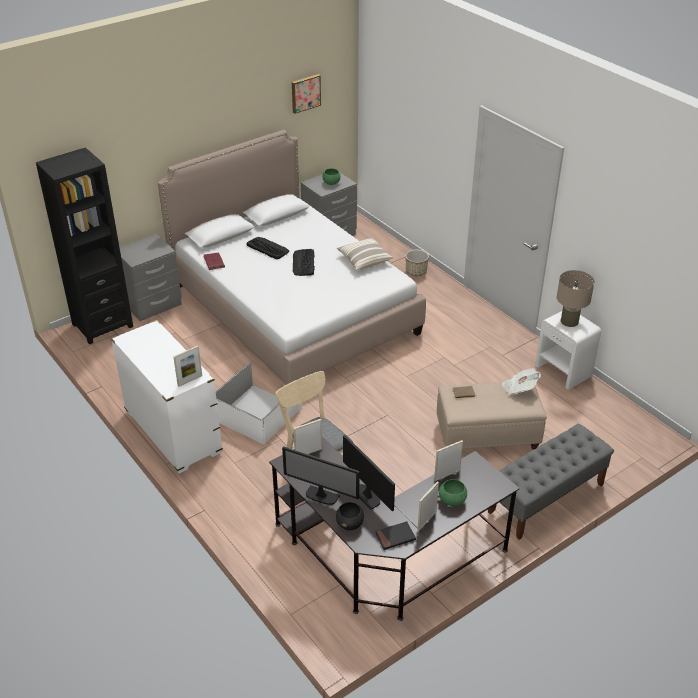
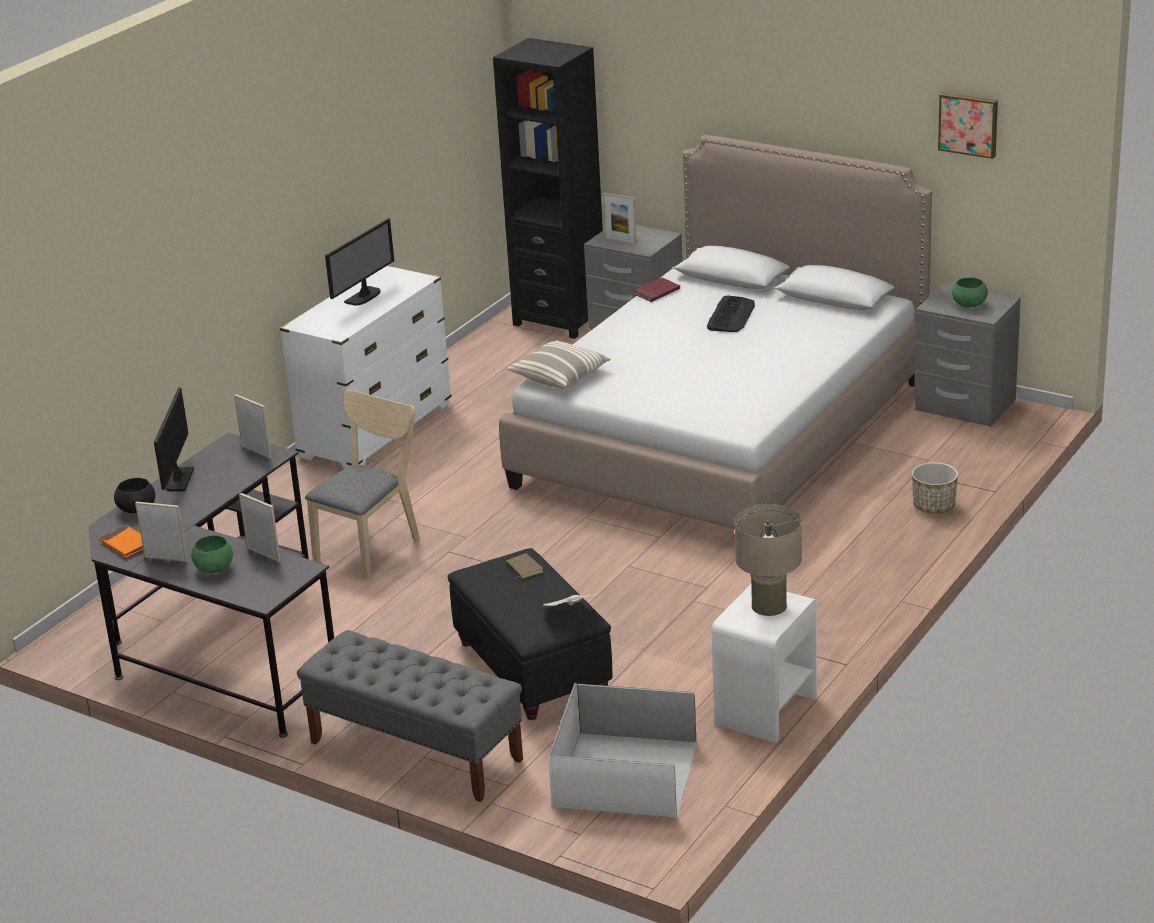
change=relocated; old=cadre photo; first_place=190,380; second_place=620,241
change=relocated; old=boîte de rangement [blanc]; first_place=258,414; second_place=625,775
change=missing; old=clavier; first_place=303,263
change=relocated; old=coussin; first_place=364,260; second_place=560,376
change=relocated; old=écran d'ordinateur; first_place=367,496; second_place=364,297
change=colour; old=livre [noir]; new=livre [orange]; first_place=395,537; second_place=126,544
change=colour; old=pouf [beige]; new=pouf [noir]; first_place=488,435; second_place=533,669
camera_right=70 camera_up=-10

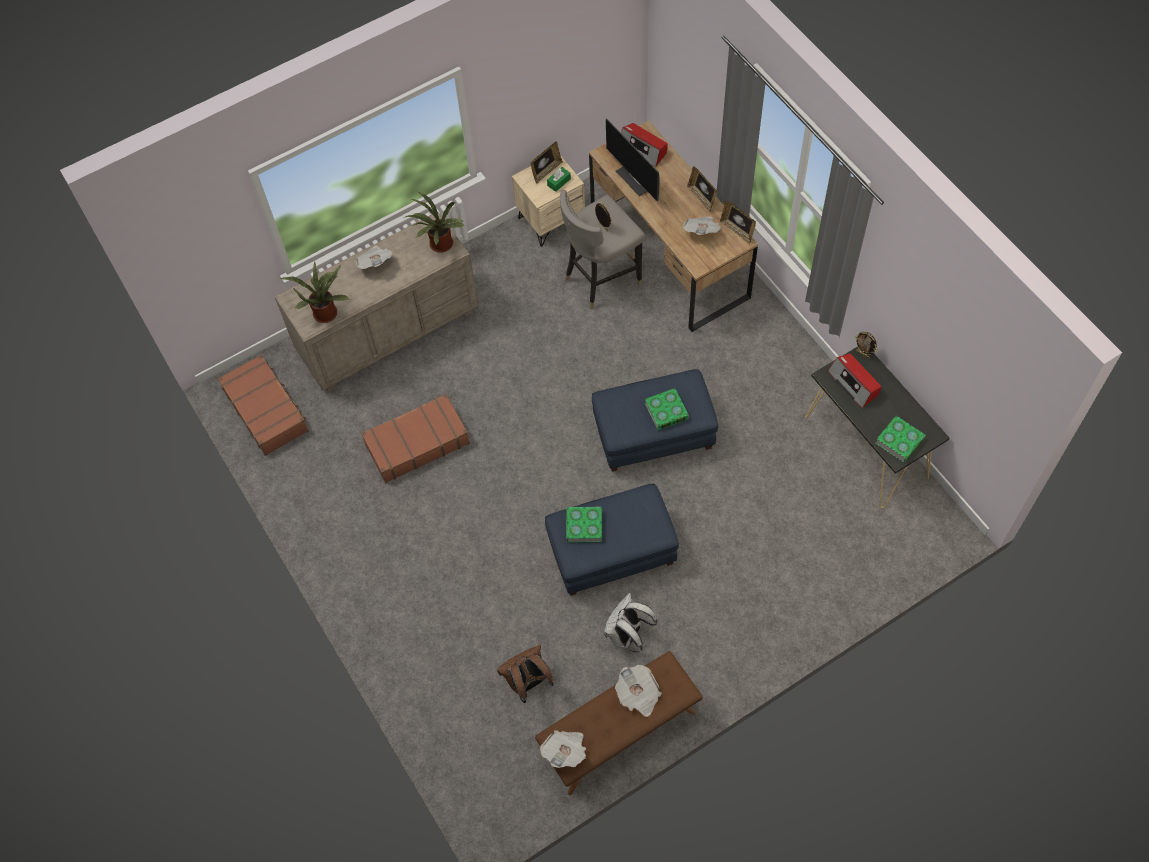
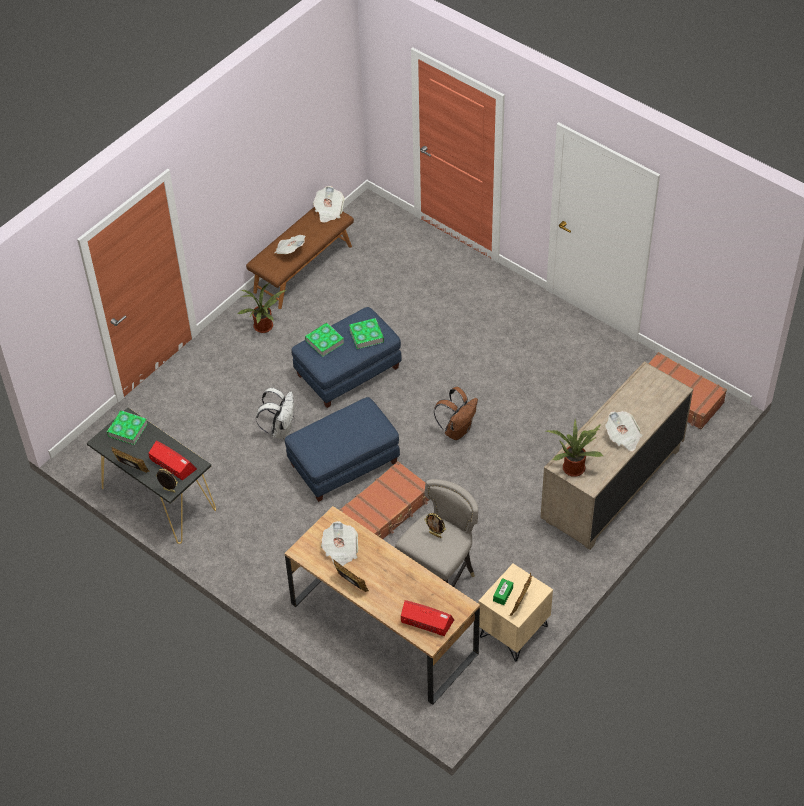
change=relocated; old=plante en pot; first_place=326,311; second_place=263,328
change=relocated; old=valise [marron]; first_place=417,443; second_place=386,511
change=relocated; old=sac à dos [marron]; first_place=528,683; second_place=457,430
change=relocated; old=sac à dos [blanc]; first_place=627,635; second_place=280,429
change=missing; old=écran d'ordinateur; first_place=638,179
change=relocated; old=livre; first_place=666,411; second_place=324,341
change=relocated; old=cadre photo; first_place=737,230; second_place=131,468
camera_right=160 camera_up=-10

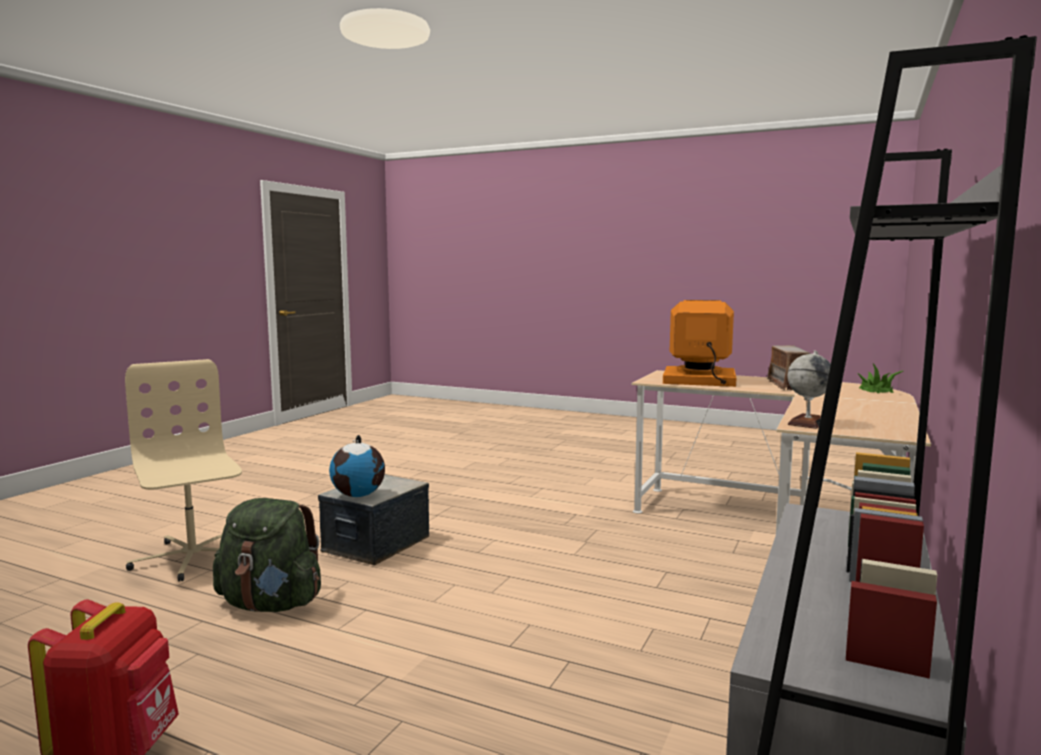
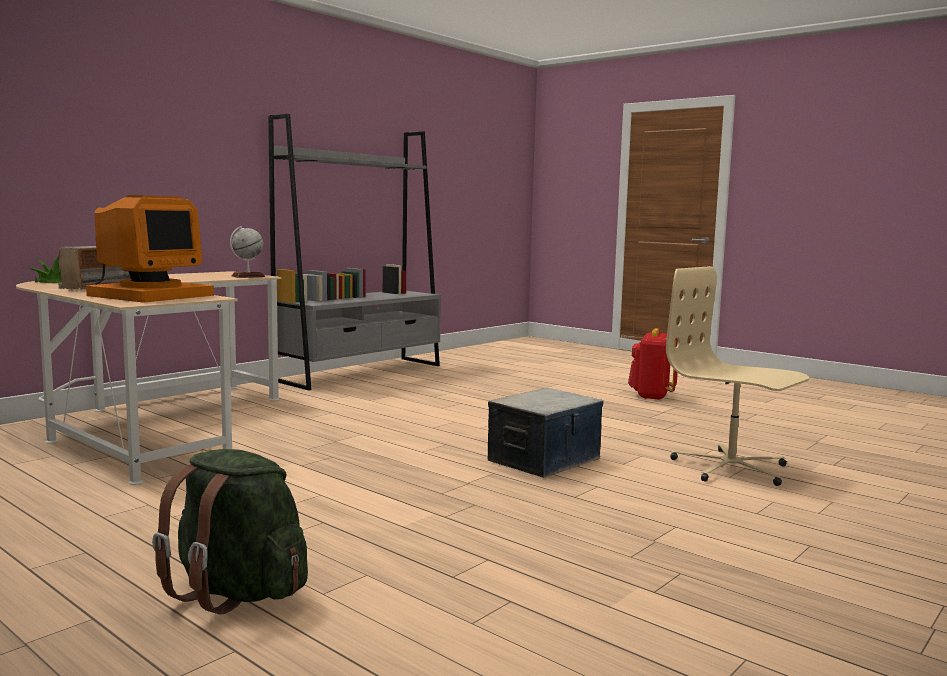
change=spun; old=chaise de bureau [beige]; first_place=191,558; second_place=731,468; degrees=150
change=relocated; old=sac à dos [vert]; first_place=271,604; second_place=237,592
change=missing; old=globe; first_place=359,495
change=spun; old=écran d'ordinateur; first_place=698,380; second_place=150,295; degrees=-90
camera_right=-165 camera_up=0

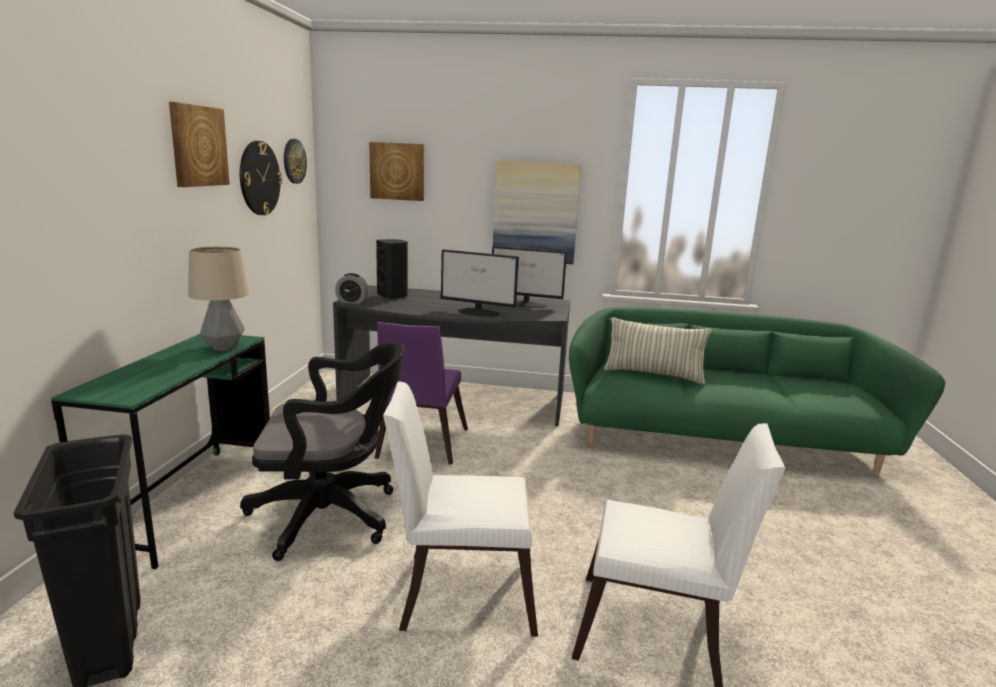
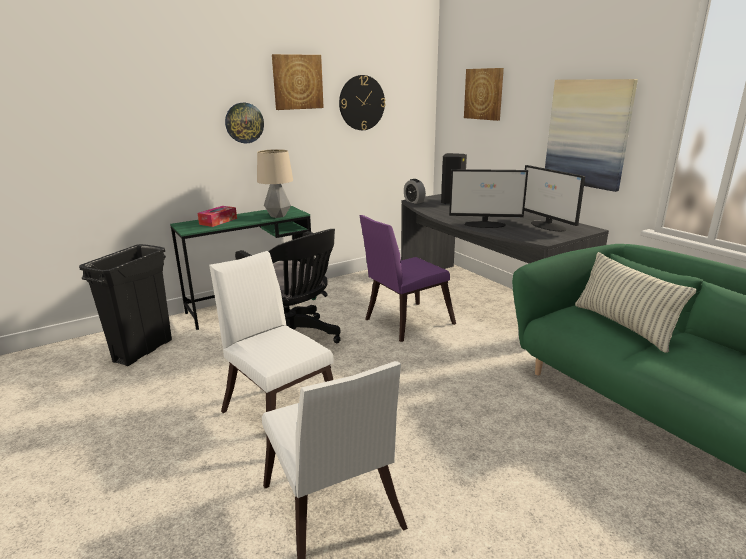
change=relocated; old=horloge murale; first_place=294,161; second_place=244,123
change=spun; old=écran d'ordinateur; first_place=478,312; second_place=485,224; degrees=-60
change=appeared; new=boîte à mouchoirs; second_place=218,221
camera_right=50 camera_up=5

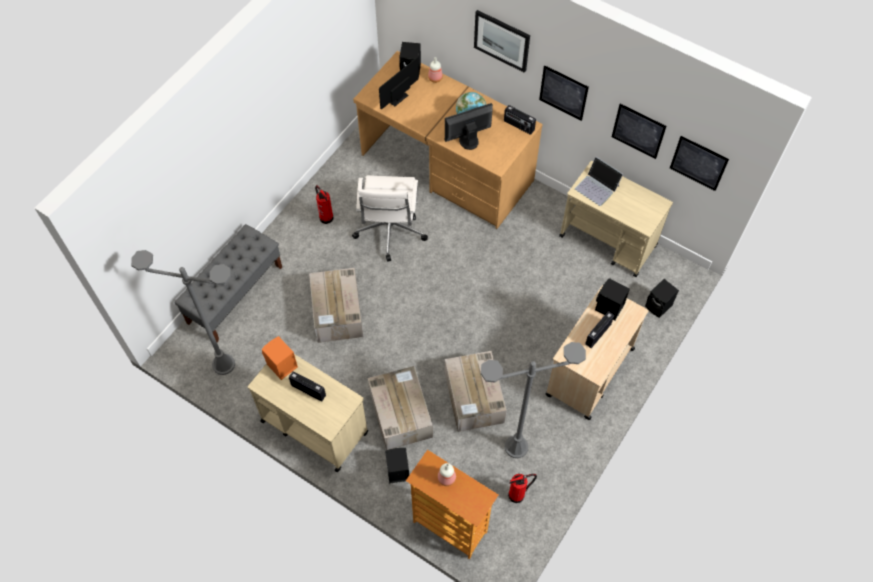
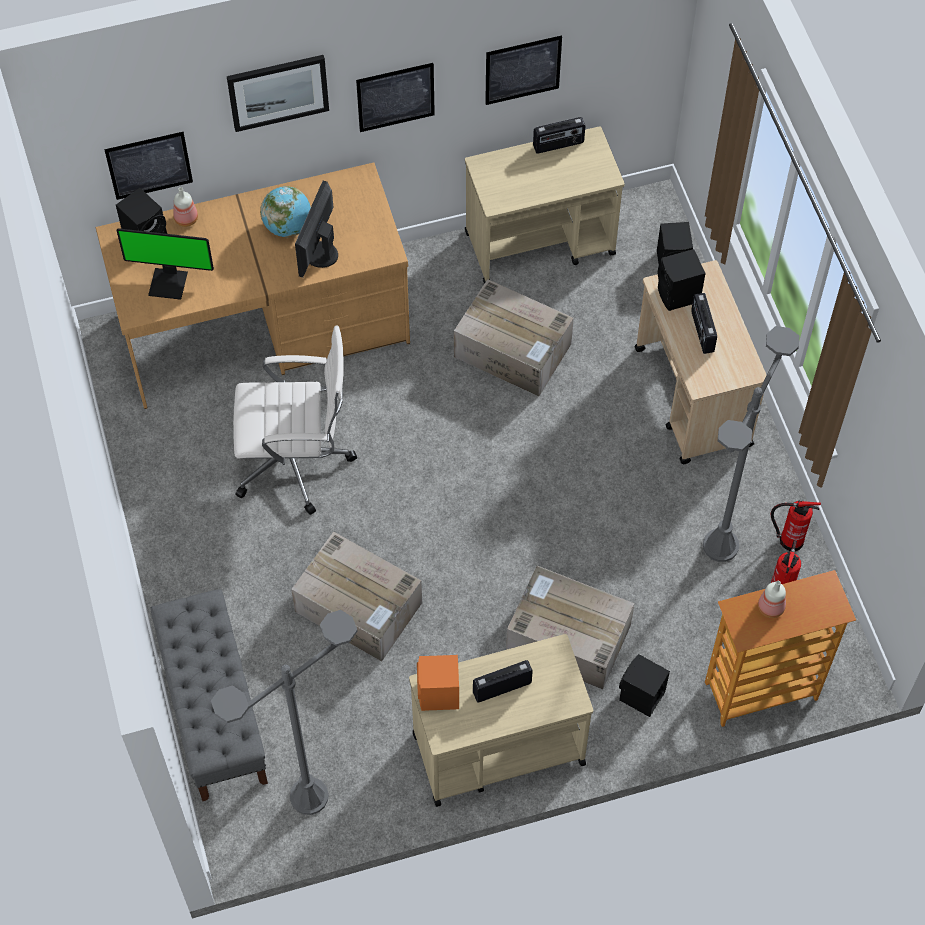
change=relocated; old=extincteur; first_place=326,216; second_place=789,540
change=spun; old=chaise de bureau [blanc]; first_place=390,231; second_place=296,461; degrees=-45
change=spun; old=écran d'ordinateur; first_place=395,97; second_place=169,282; degrees=-75
change=relocated; old=carton; first_place=474,398; second_place=514,351
change=relocated; old=radio; first_place=518,126; second_place=558,145
change=missing; old=ordinateur portable; first_place=597,187
change=relocated; old=tableau; first_place=698,163; second_place=149,165
camera_right=-50 camera_up=0

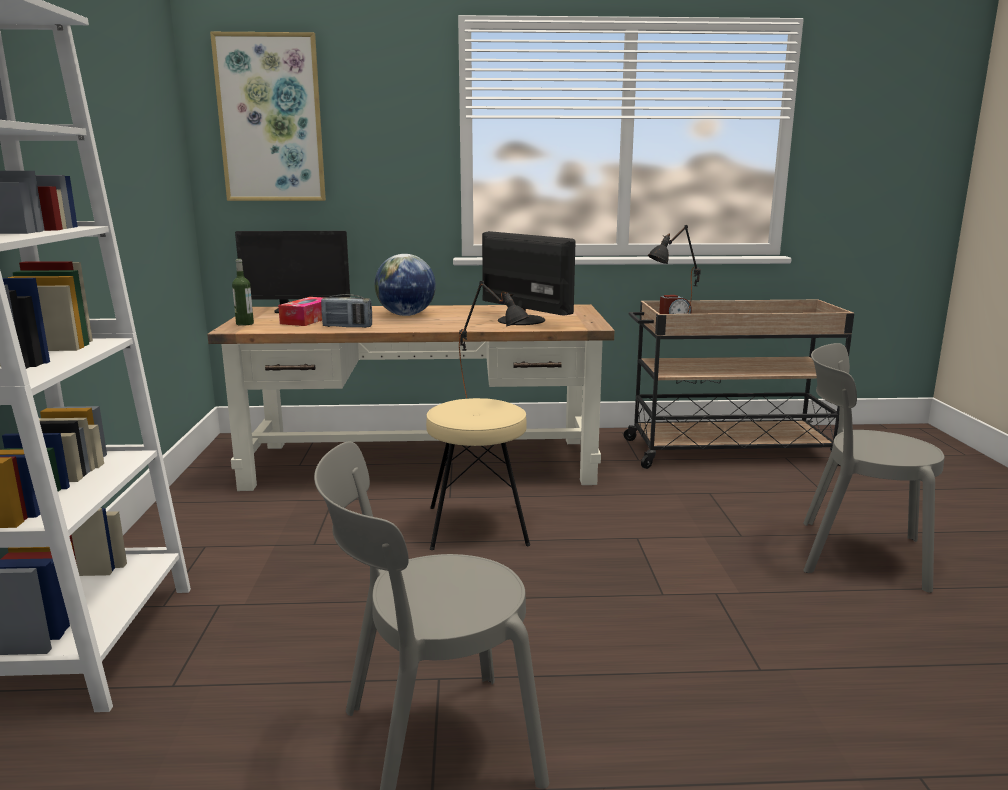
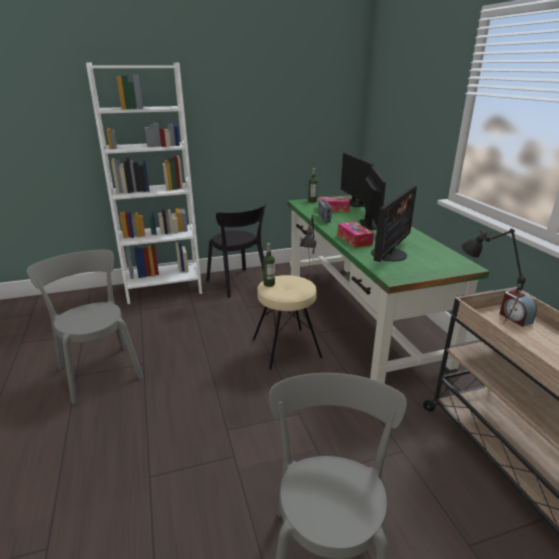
change=colour; old=bureau [marron]; new=bureau [vert]; first_place=424,463; second_place=360,314
change=missing; old=tableau; first_place=271,119
change=exchanged; old=globe; new=écran d'ordinateur; first_place=406,315; second_place=370,224
change=appeared; new=chaise [noir]; second_place=239,284
change=appeared; new=bouteille; second_place=269,284
change=appeared; new=boîte à mouchoirs; second_place=354,240
camera_right=75 camera_up=10

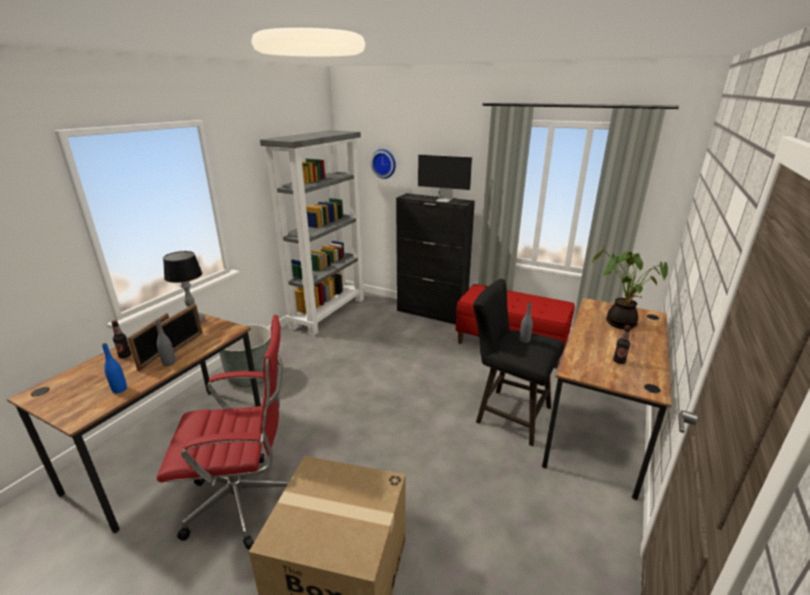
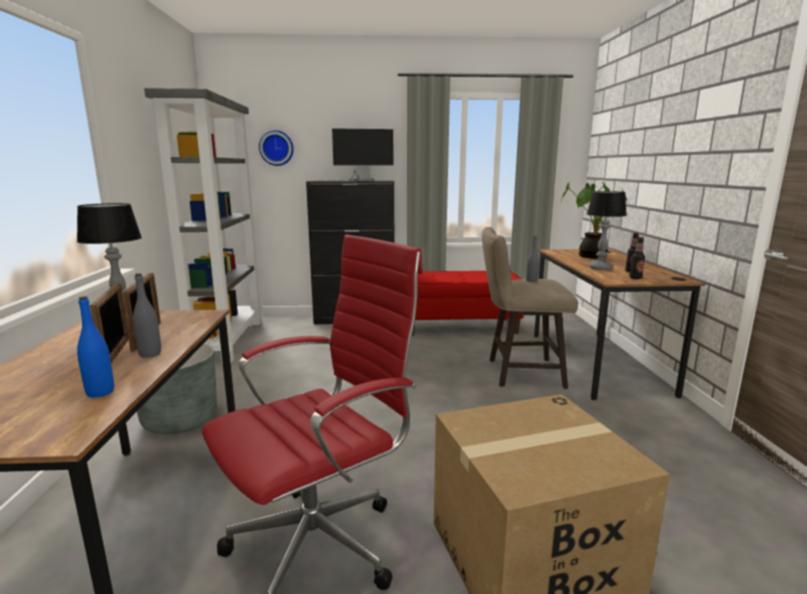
change=relocated; old=bouteille; first_place=125,356; second_place=635,278
change=colour; old=tabouret [noir]; new=tabouret [beige]; first_place=508,413; second_place=519,373
change=appeared; new=lampe de table; second_place=600,268
camera_right=-30 camera_up=-10

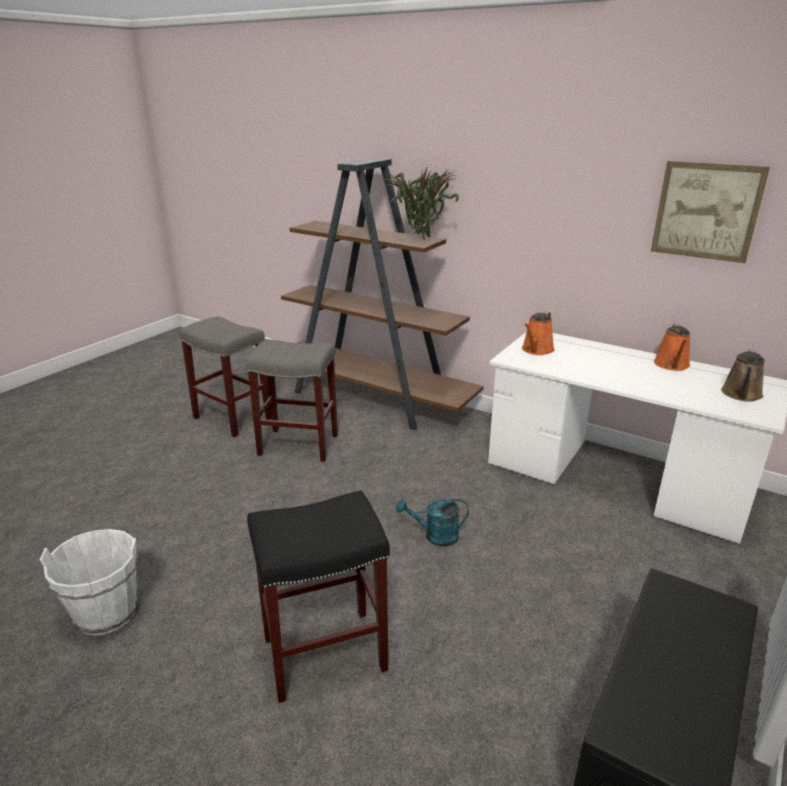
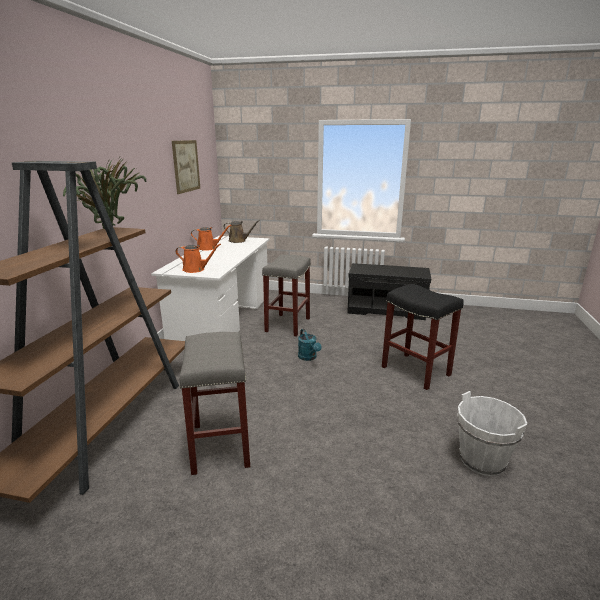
change=relocated; old=tabouret [gris]; first_place=231,418; second_place=288,325
camera_right=-110 camera_up=-5

